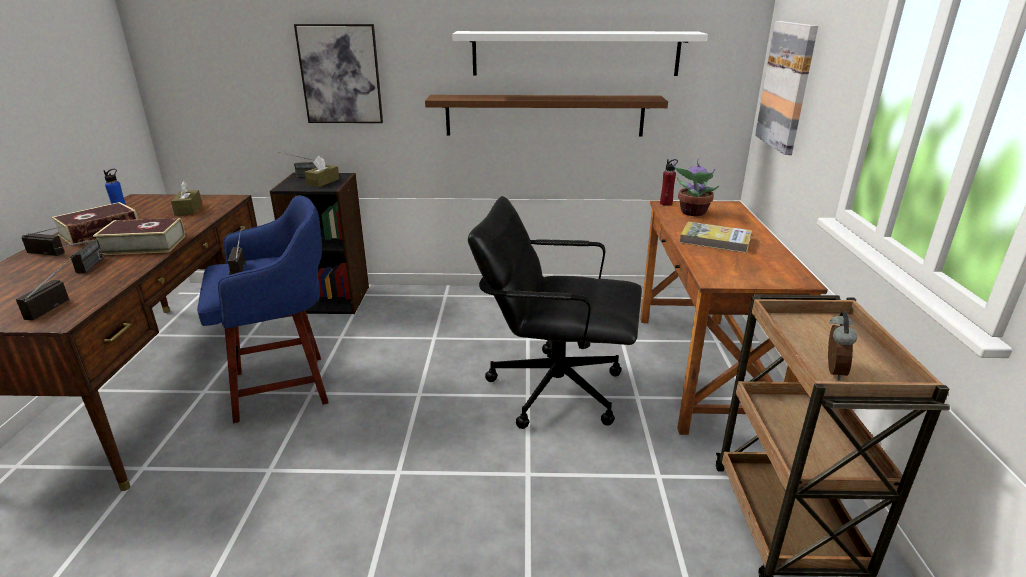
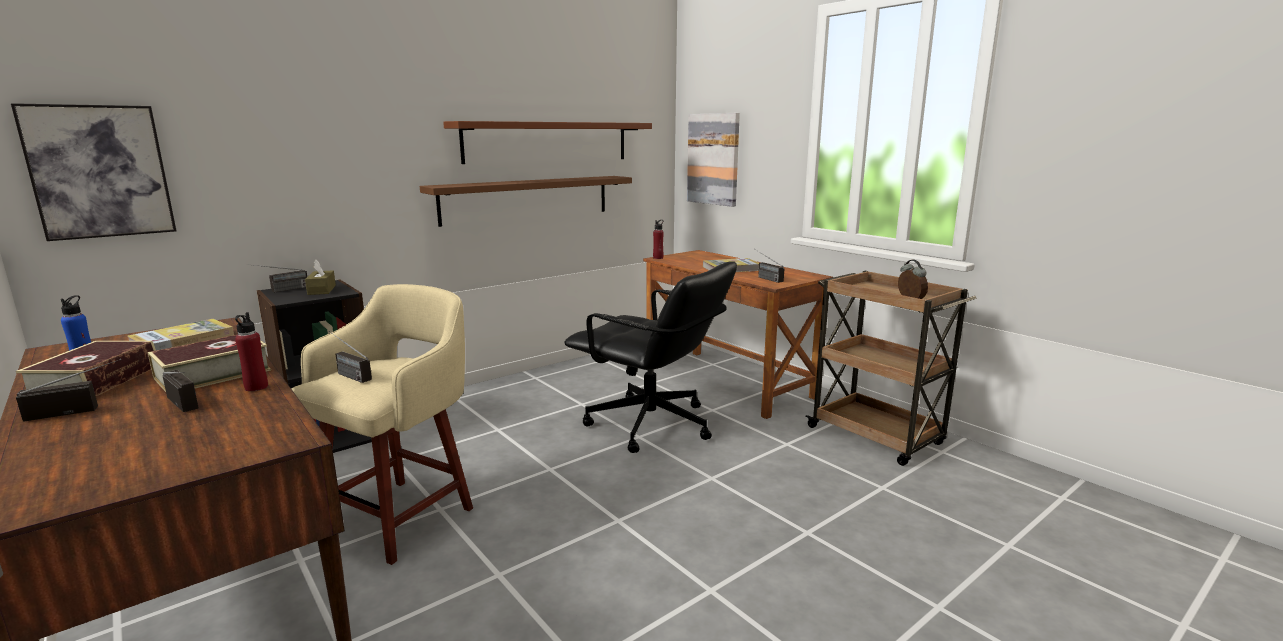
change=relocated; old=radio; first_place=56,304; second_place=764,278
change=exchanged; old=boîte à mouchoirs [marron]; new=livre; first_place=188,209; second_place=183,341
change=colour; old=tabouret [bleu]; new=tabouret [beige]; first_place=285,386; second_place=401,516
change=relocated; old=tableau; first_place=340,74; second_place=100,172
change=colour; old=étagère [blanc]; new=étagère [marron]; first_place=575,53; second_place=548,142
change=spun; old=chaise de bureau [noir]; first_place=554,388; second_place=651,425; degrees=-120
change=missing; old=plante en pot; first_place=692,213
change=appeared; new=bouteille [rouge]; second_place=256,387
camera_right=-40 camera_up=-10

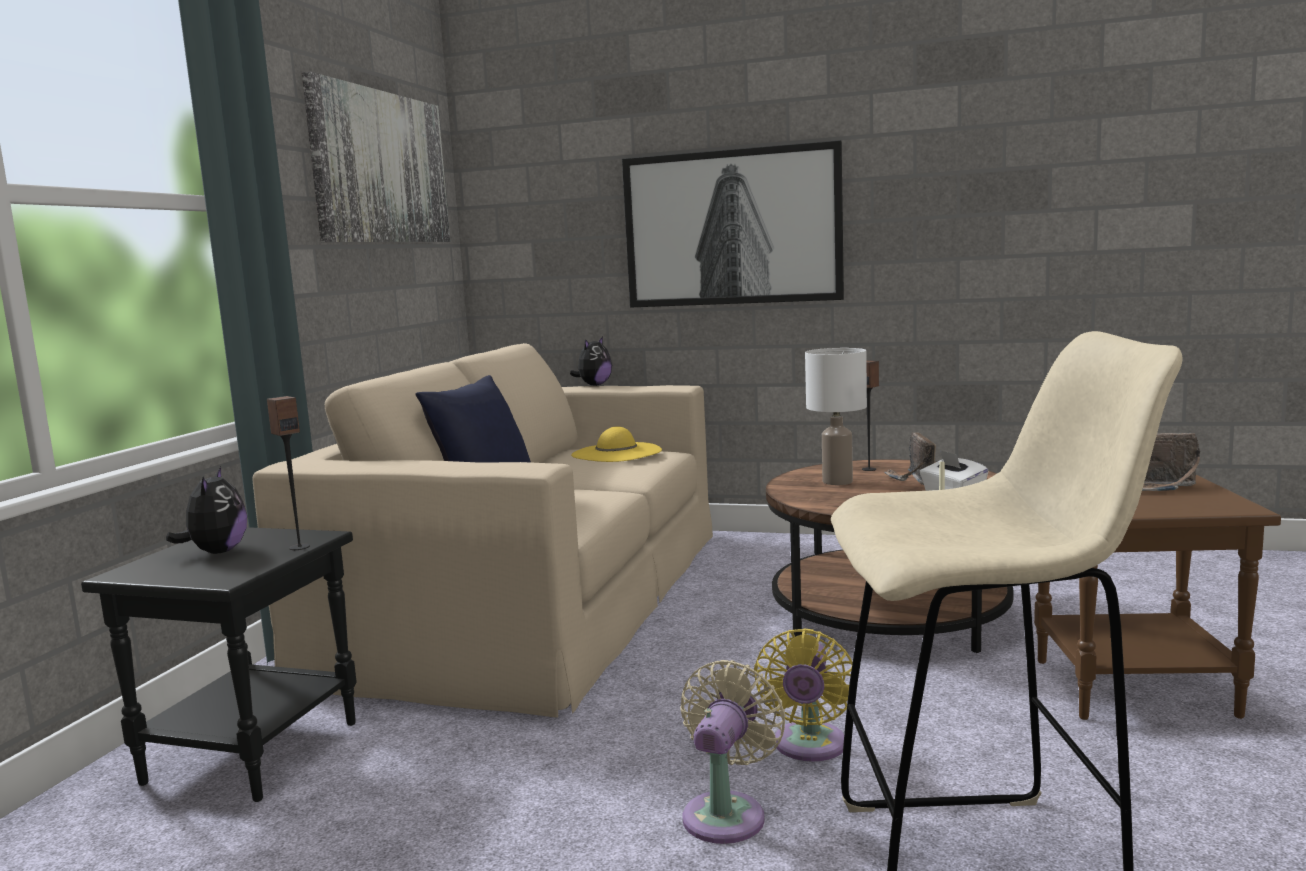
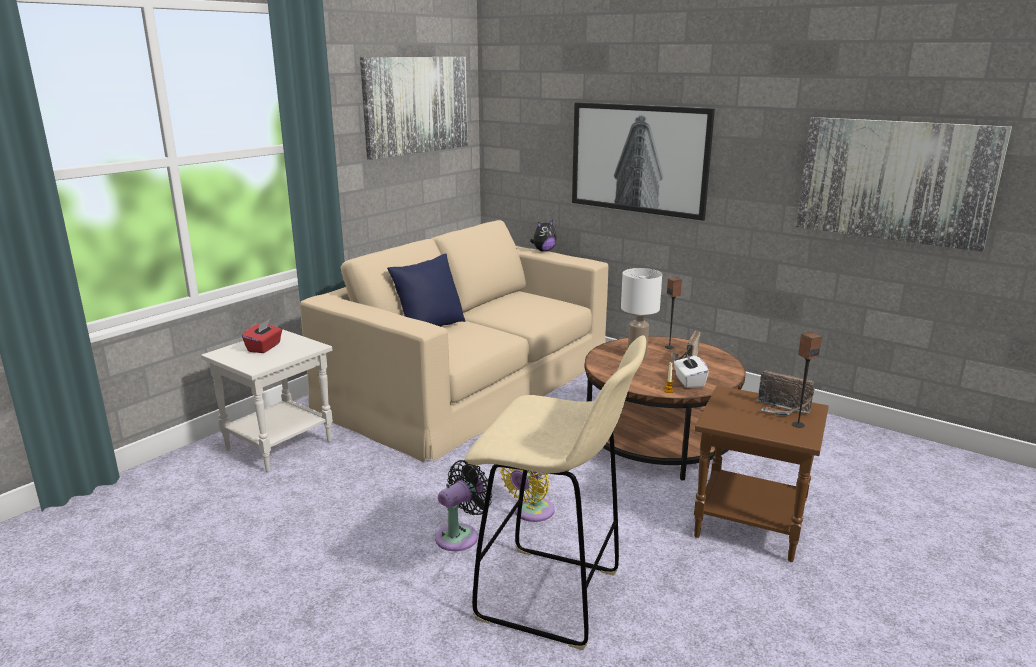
change=colour; old=table d'appoint [noir]; new=table d'appoint [blanc]; first_place=251,751; second_place=279,445
change=exchanged; old=peluche; new=boîte à mouchoirs [rouge]; first_place=216,552; second_place=264,347
change=relocated; old=enceinte; first_place=299,547; second_place=798,424
change=missing; old=chapeau [jaune]; first_place=616,453
change=colour; old=ventilateur [beige]; new=ventilateur [noir]; first_place=727,813; second_place=460,535
change=appeared; new=tableau; second_place=895,181
camera_right=20 camera_up=10

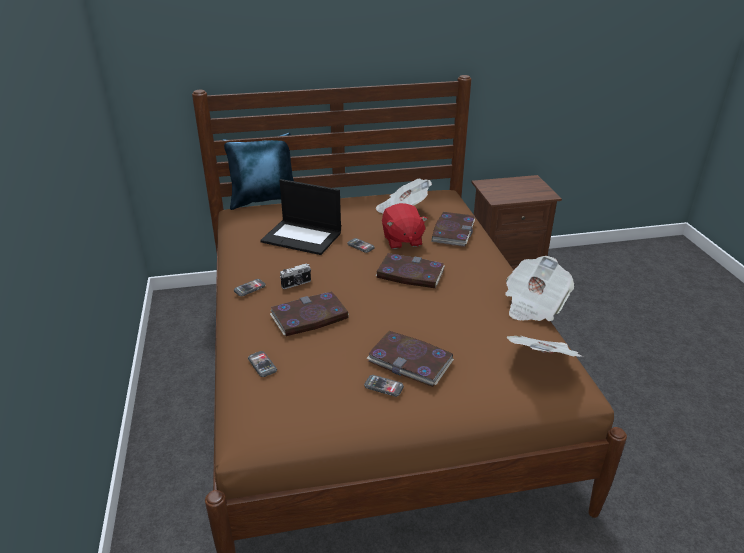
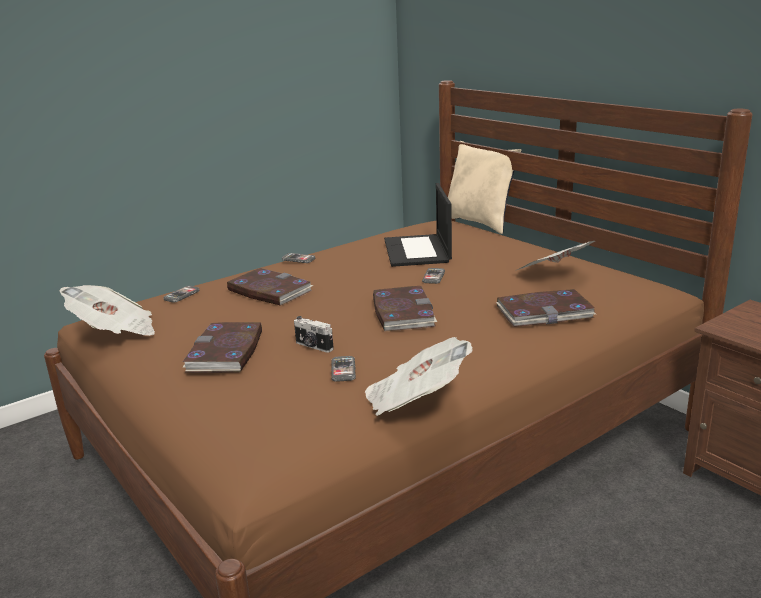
change=colour; old=coussin [bleu]; new=coussin [beige]; first_place=264,200; second_place=480,223
change=relocated; old=appareil photo; first_place=296,284; second_place=313,346
change=relocated; old=téléphone; first_place=383,386; second_place=343,370
change=missing; old=peluche [rouge]; first_place=402,240
change=relocated; old=journal; first_place=542,361; second_place=115,331
camera_right=65 camera_up=-10

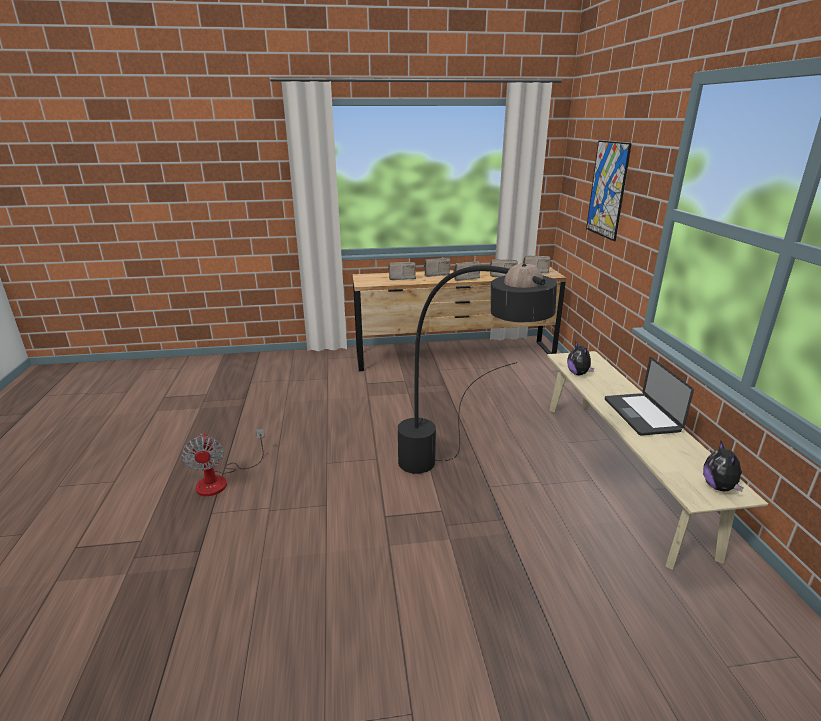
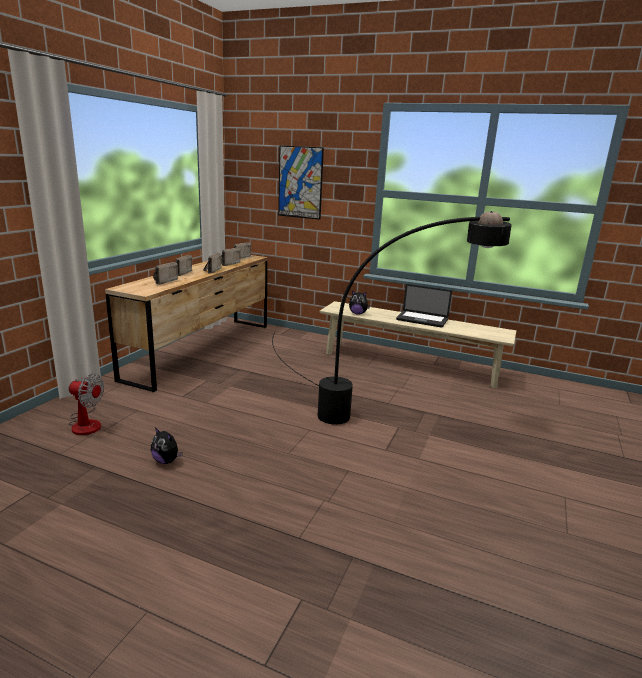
change=relocated; old=ventilateur; first_place=221,480; second_place=86,423
change=relocated; old=peluche; first_place=719,487; second_place=166,461
camera_right=-60 camera_up=-5

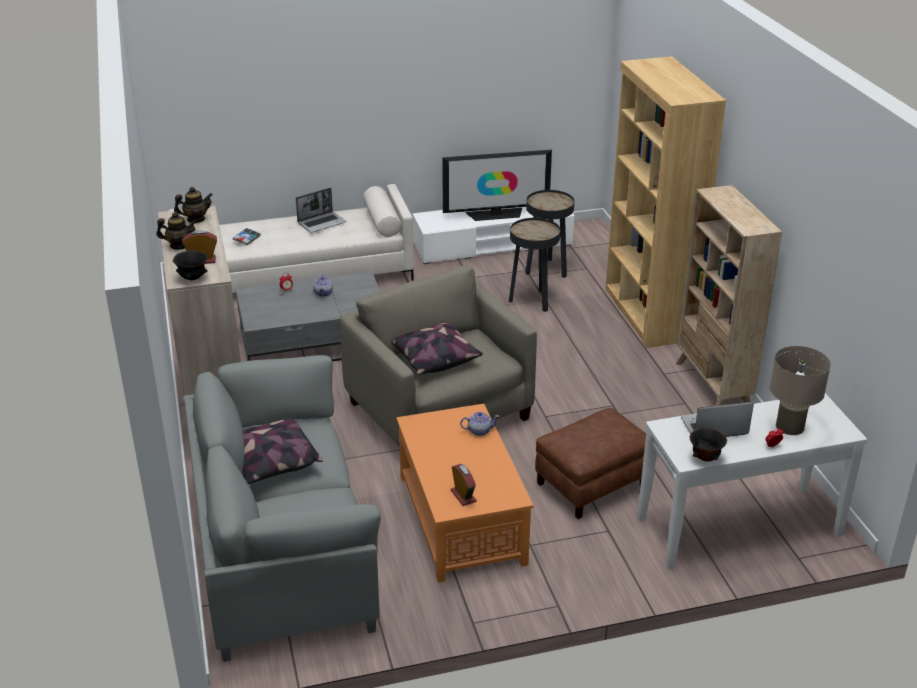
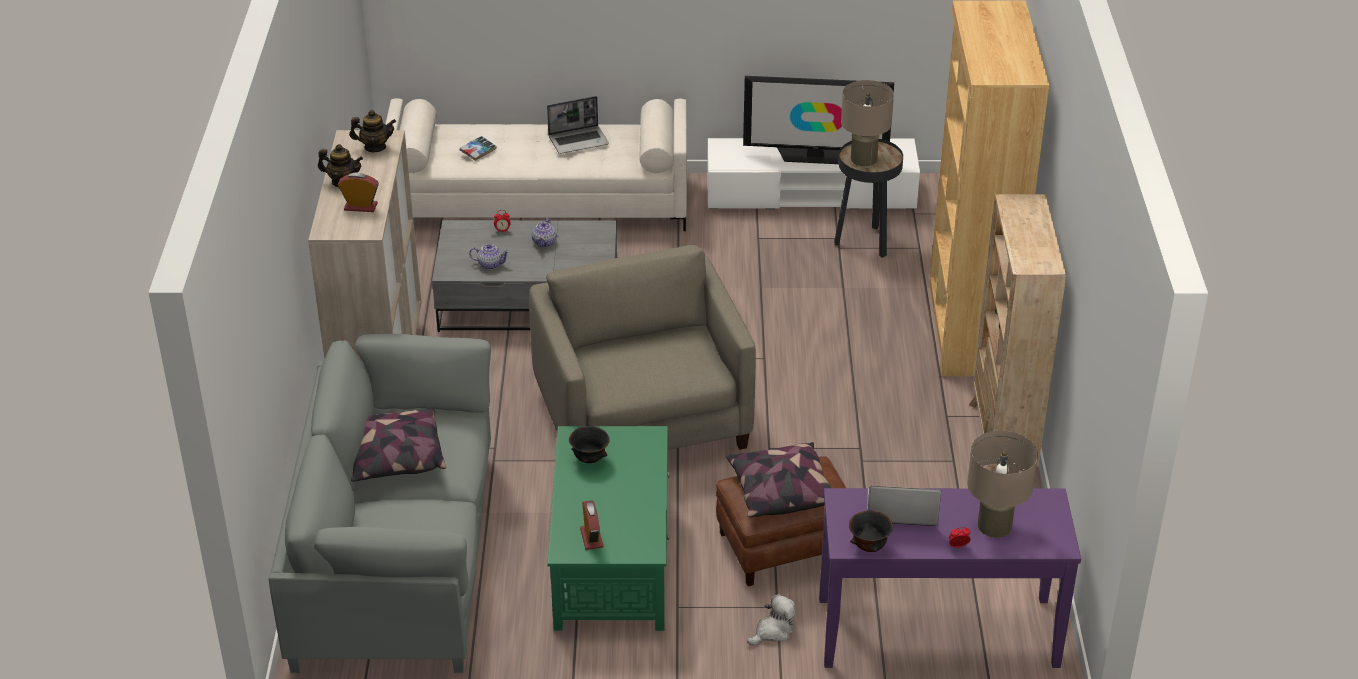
change=relocated; old=bol [noir]; first_place=193,278; second_place=590,459
change=relocated; old=coussin; first_place=434,358; second_place=780,491
change=colour; old=table basse [orange]; new=table basse [vert]; first_place=461,518; second_place=612,559
change=relocated; old=théière; first_place=479,431; second_place=490,264
change=missing; old=table d'appoint [noir]; first_place=532,301
change=colour; old=table console [blanc]; new=table console [violet]; first_place=739,527; second_place=937,633
change=appeared; new=peluche; second_place=773,631
change=appeared; new=lampe de table [beige]; second_place=863,159
camera_right=15 camera_up=5

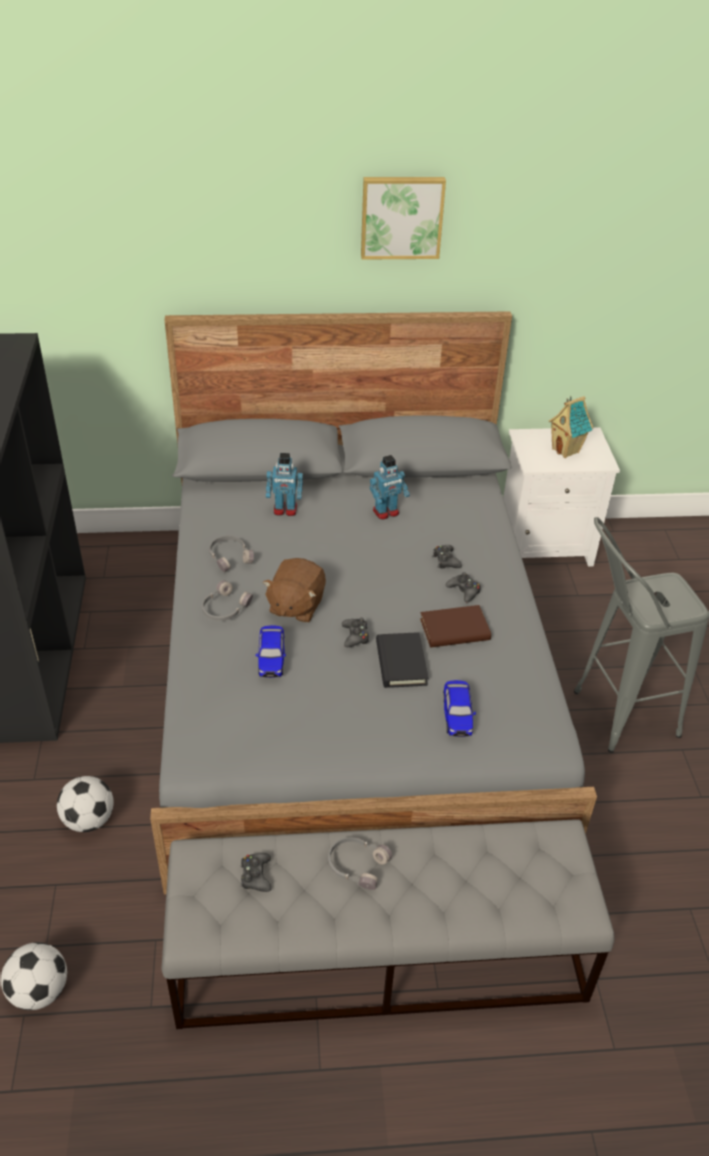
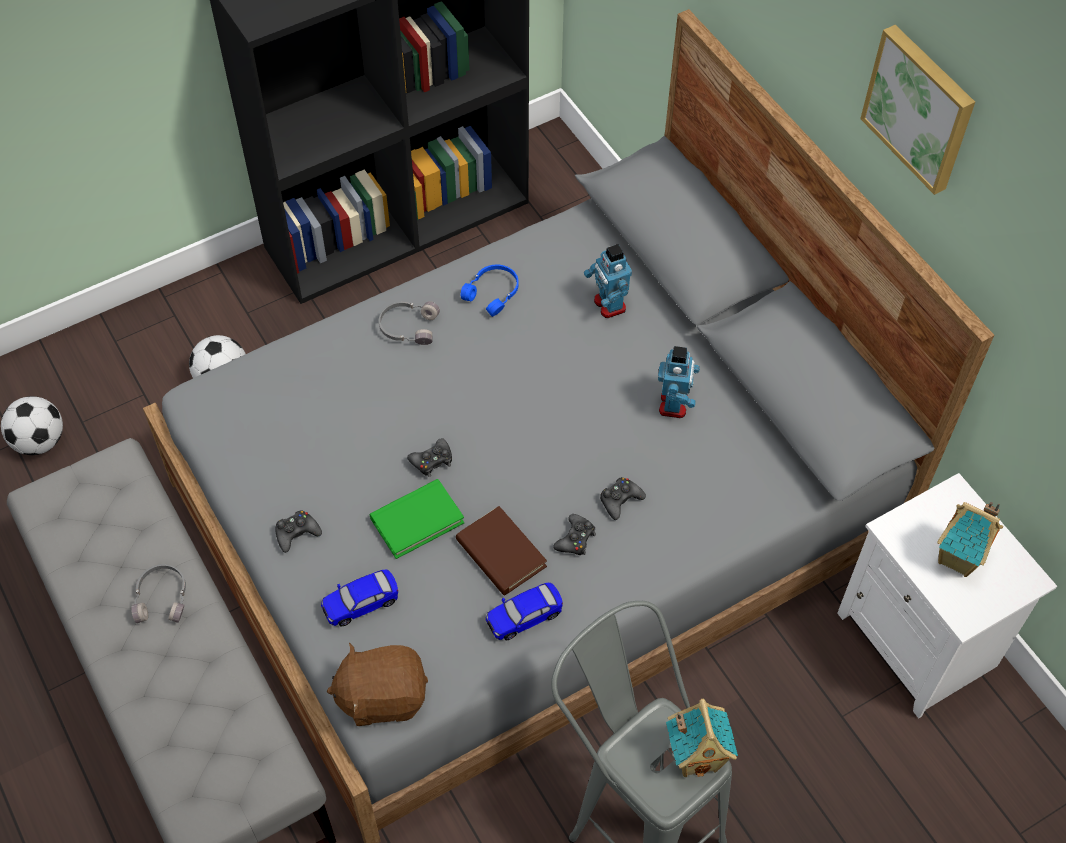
change=colour; old=casque audio [gris]; new=casque audio [bleu]; first_place=230,557; second_place=493,293
change=relocated; old=manette [noir]; first_place=256,876; second_place=297,533
change=relocated; old=petite voiture; first_place=271,659; second_place=524,617
change=relocated; old=peluche [marron]; first_place=295,606; second_place=382,696
change=spun; old=robot jouet; first_place=386,512; second_place=674,404; degrees=-120
change=colour; old=livre [noir]; new=livre [vert]; first_place=401,663; second_place=417,520
change=appeared; new=maison miniature; second_place=697,757
camera_right=65 camera_up=15

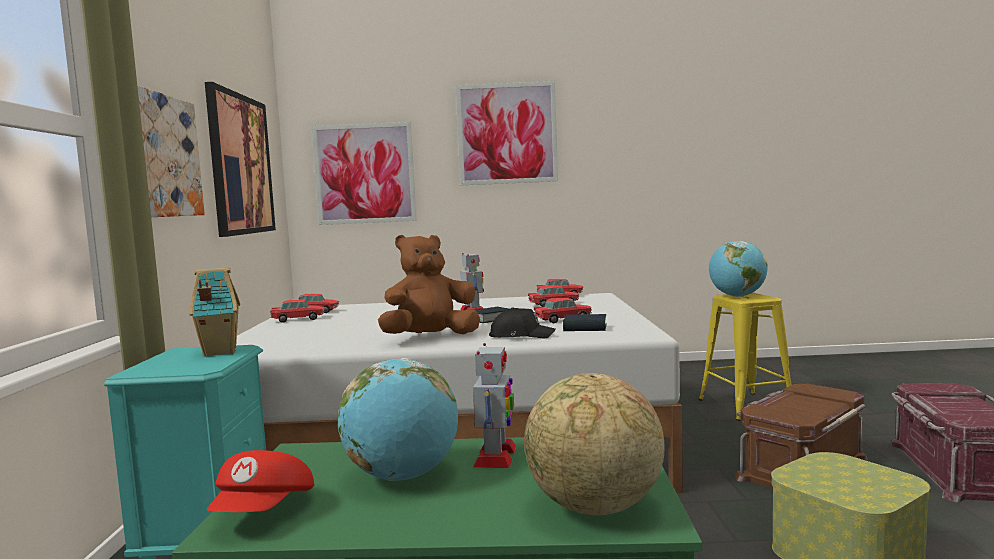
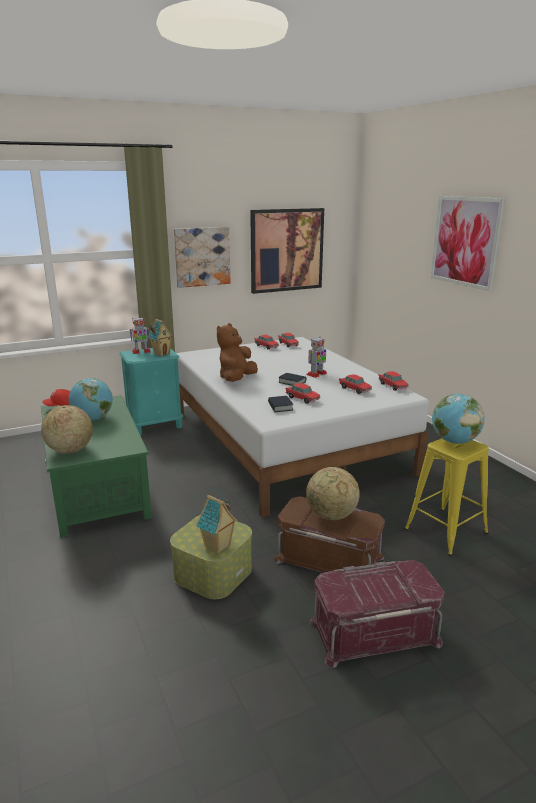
change=missing; old=tableau; first_place=364,173
change=spun; old=peluche [marron]; first_place=430,337; second_place=236,379; degrees=-105
change=relocated; old=robot jouet; first_place=495,456; second_place=141,351
change=missing; old=casquette [noir]; first_place=521,335
change=appeared; new=maison miniature; second_place=218,546
change=appeared; new=globe; second_place=331,516
camera_right=65 camera_up=15

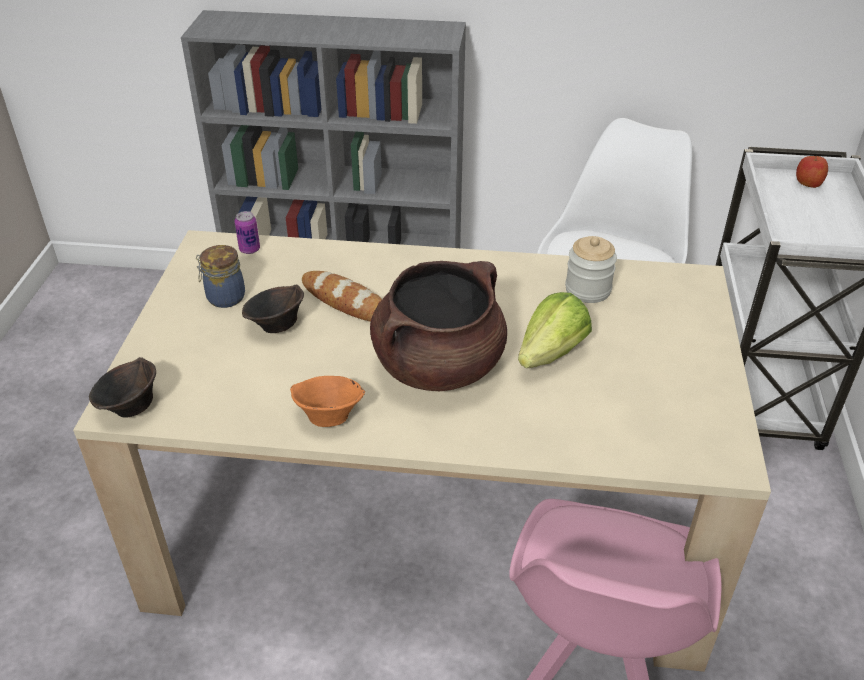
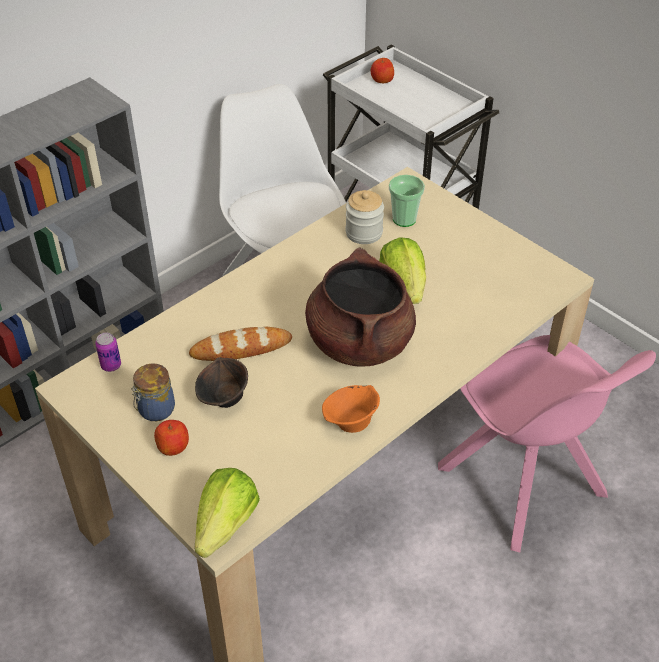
change=exchanged; old=bol [marron]; new=laitue; first_place=130,407; second_place=226,525
change=appeared; new=pomme; second_place=173,446
change=appeared; new=tasse; second_place=404,219
camera_right=-50 camera_up=5

